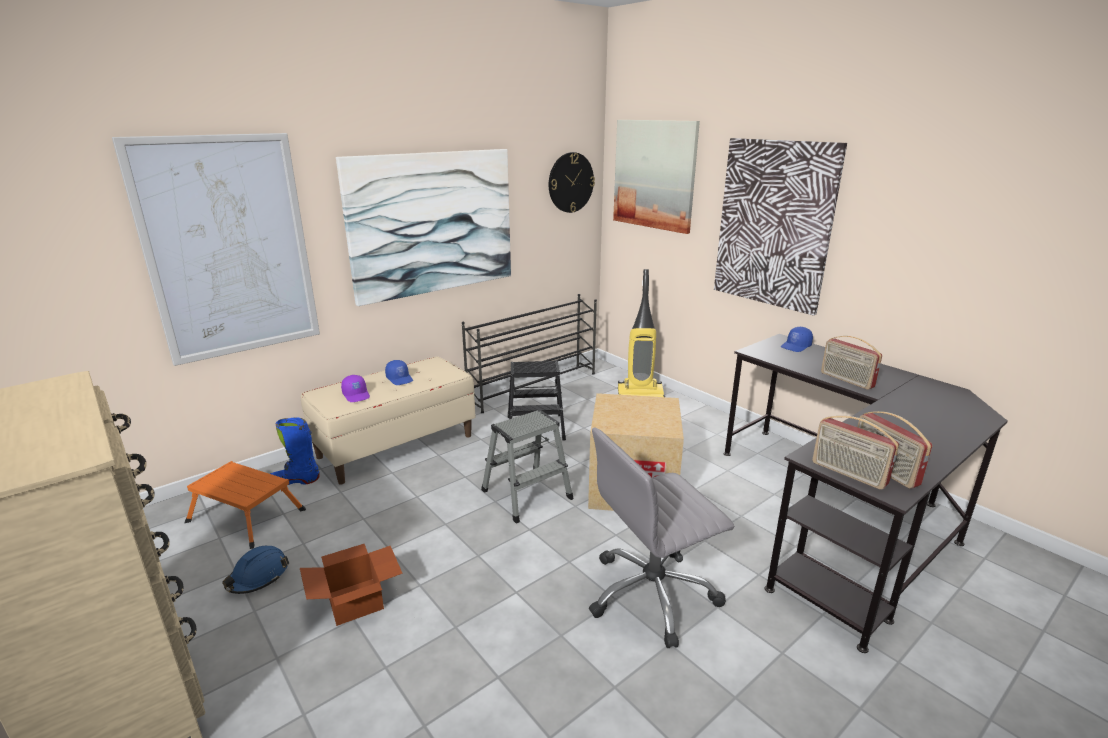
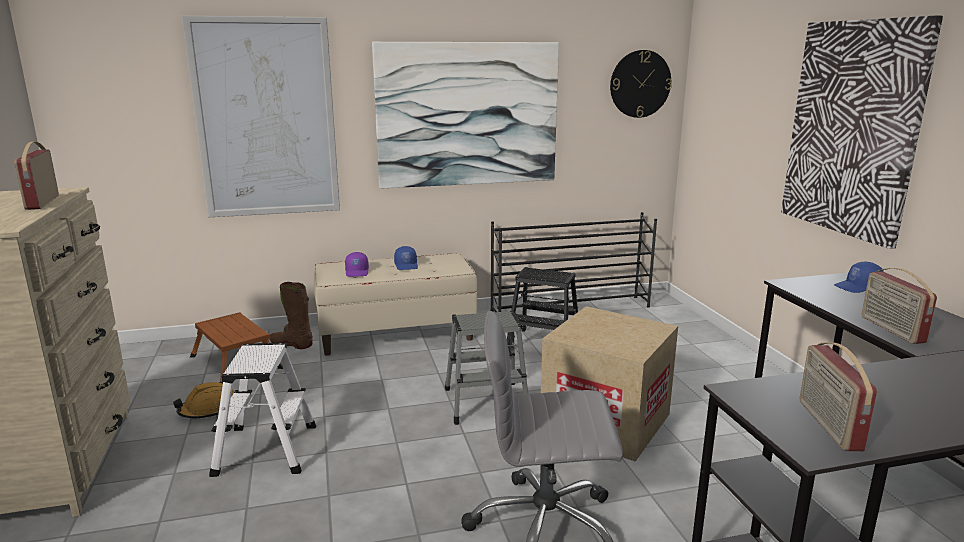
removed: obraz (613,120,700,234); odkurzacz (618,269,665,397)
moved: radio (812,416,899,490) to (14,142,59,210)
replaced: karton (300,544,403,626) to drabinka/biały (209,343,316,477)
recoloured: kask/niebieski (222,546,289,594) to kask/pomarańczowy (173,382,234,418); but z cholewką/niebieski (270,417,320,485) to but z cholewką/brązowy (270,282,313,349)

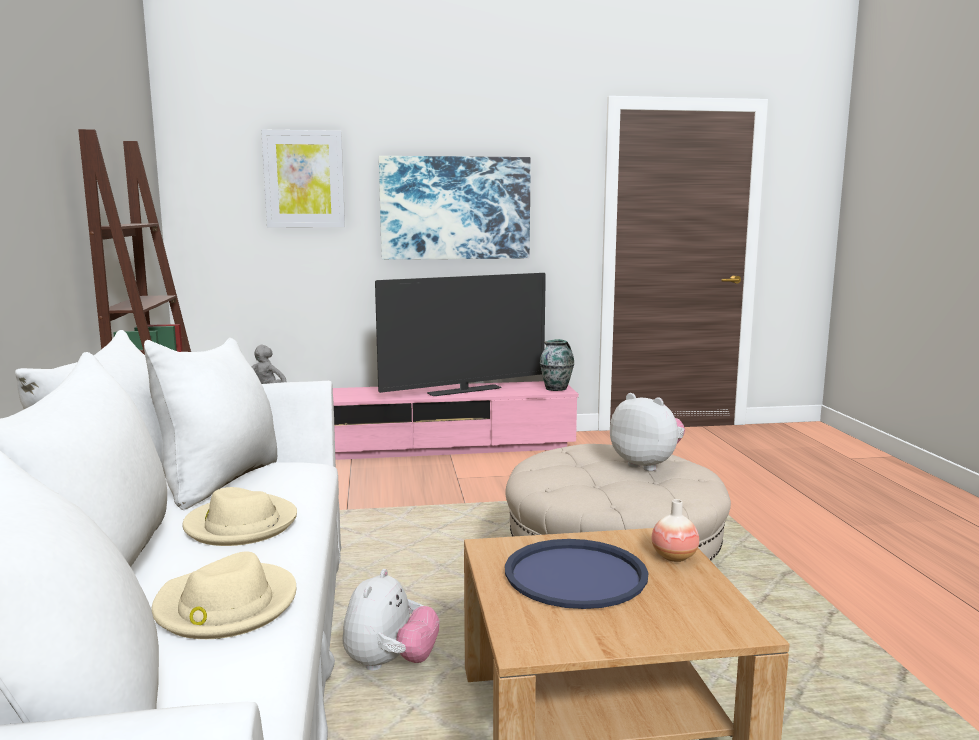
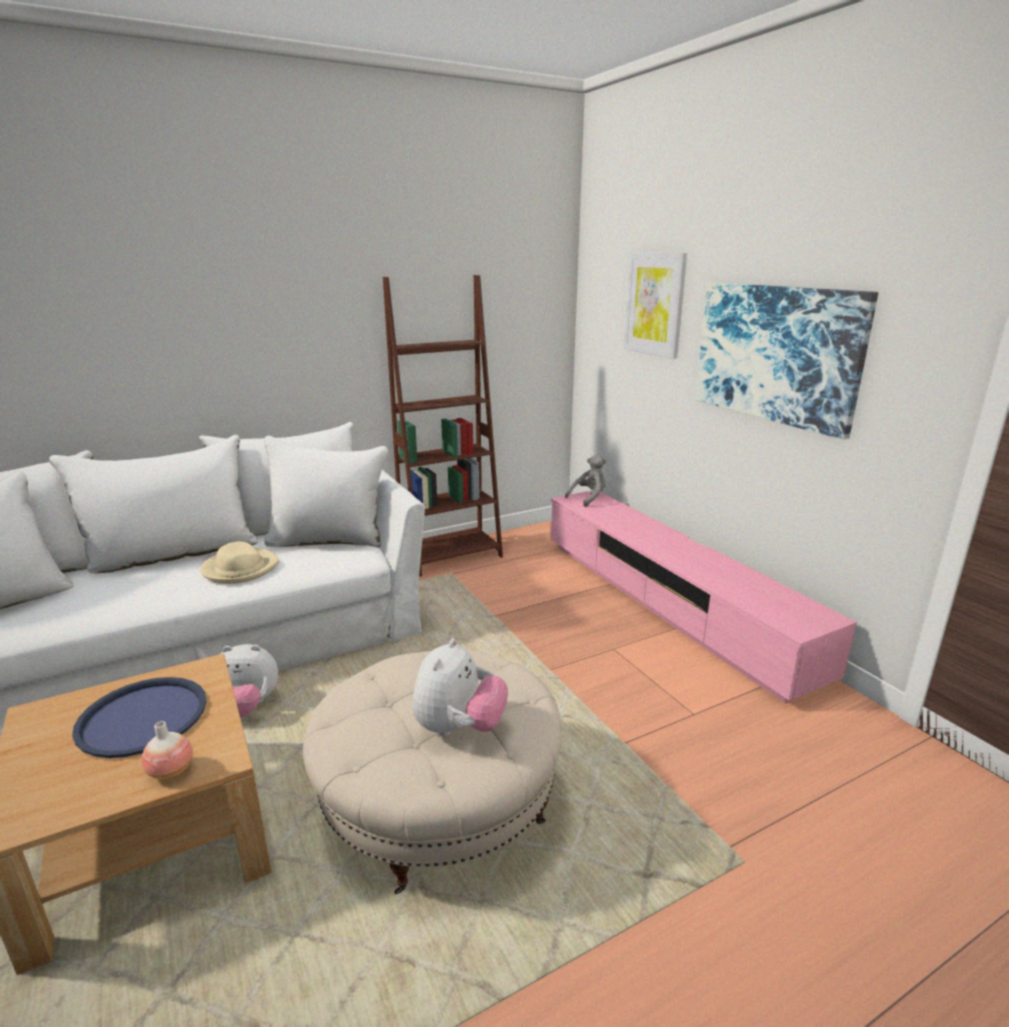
removed: kapelusz/beżowy (151,552,296,639); telewizor (375,273,546,396); wazon (540,339,574,391)

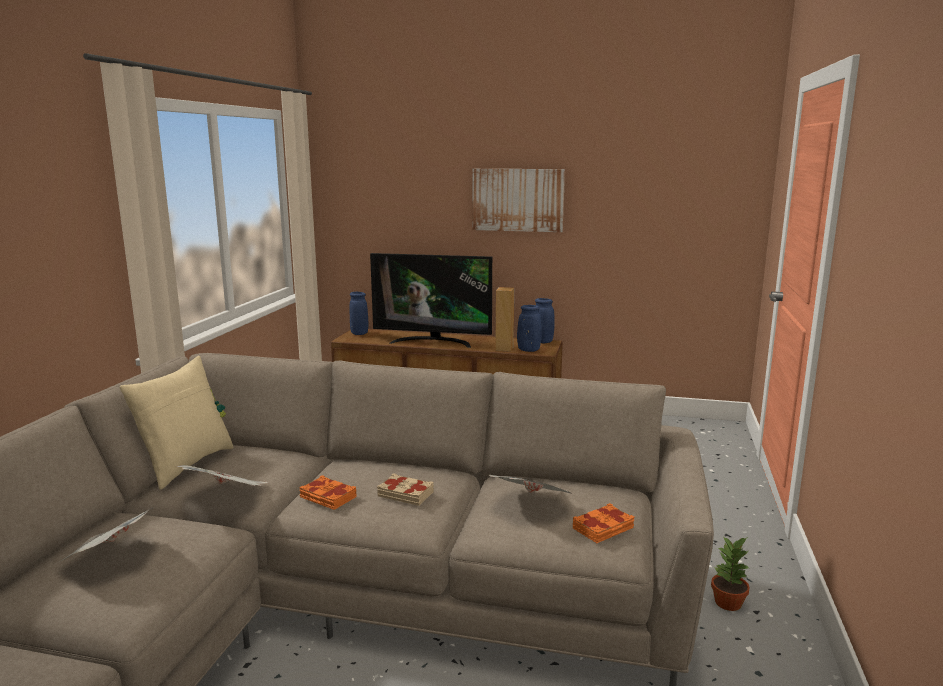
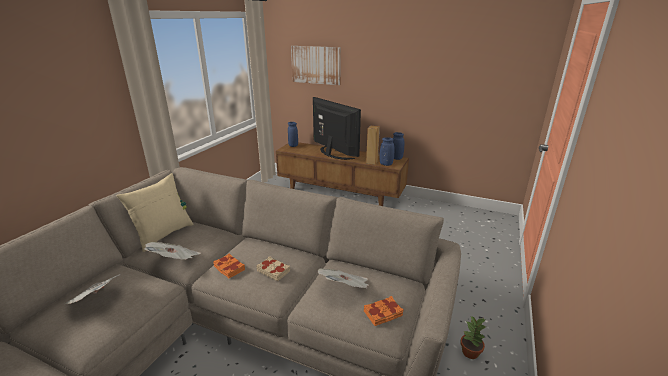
moved: obraz (473,169,565,232) to (291,46,341,85)
turned: telewizor (370,253,492,348) = (313,97,361,160) 150 degrees counterclockwise

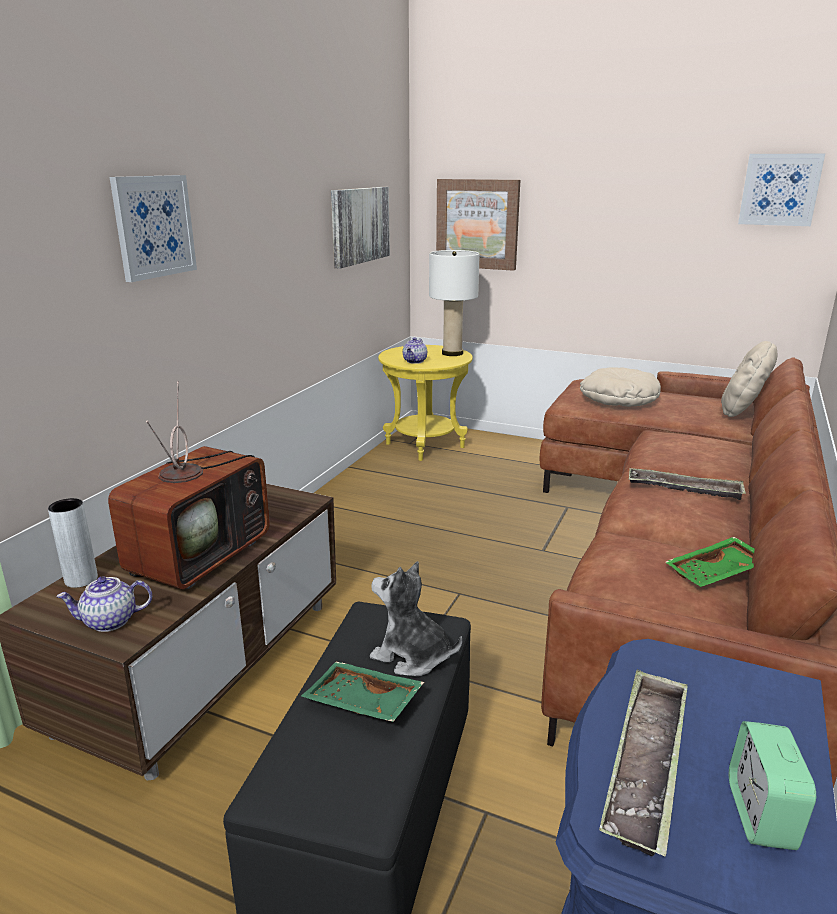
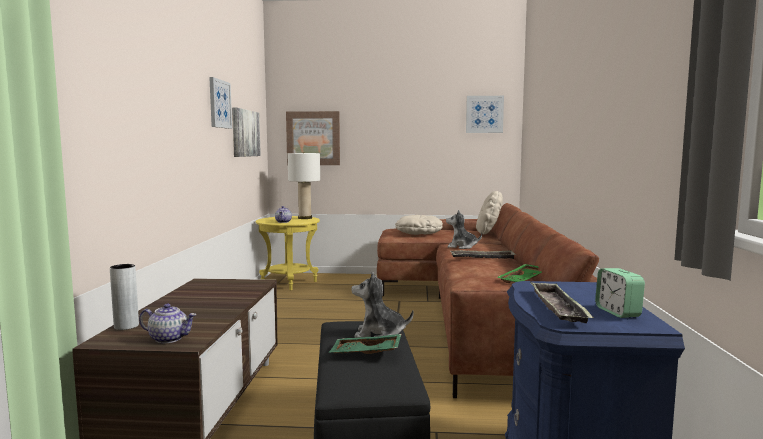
removed: telewizor (108,381,270,589)
added: pluszak (446,209,482,249)
moved: obraz (110,175,197,282) to (209,77,232,129)
turned: imbryk (56,577,152,632) = (139,303,196,343) 135 degrees counterclockwise

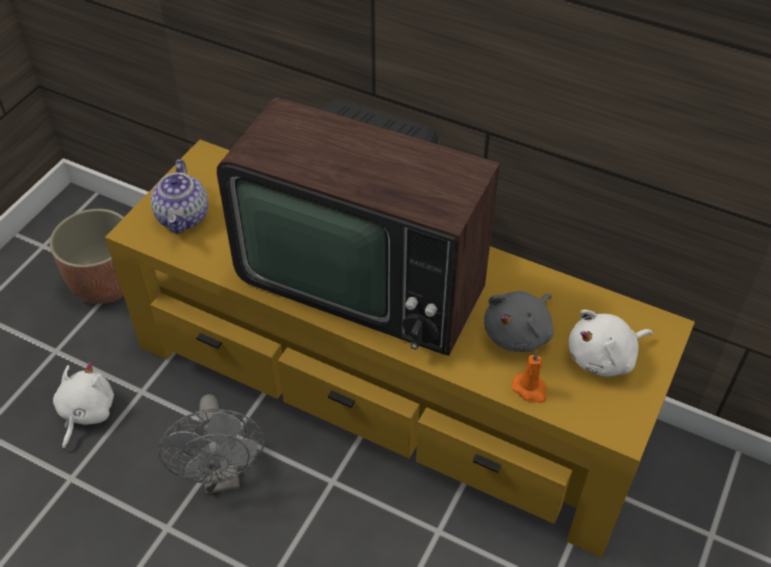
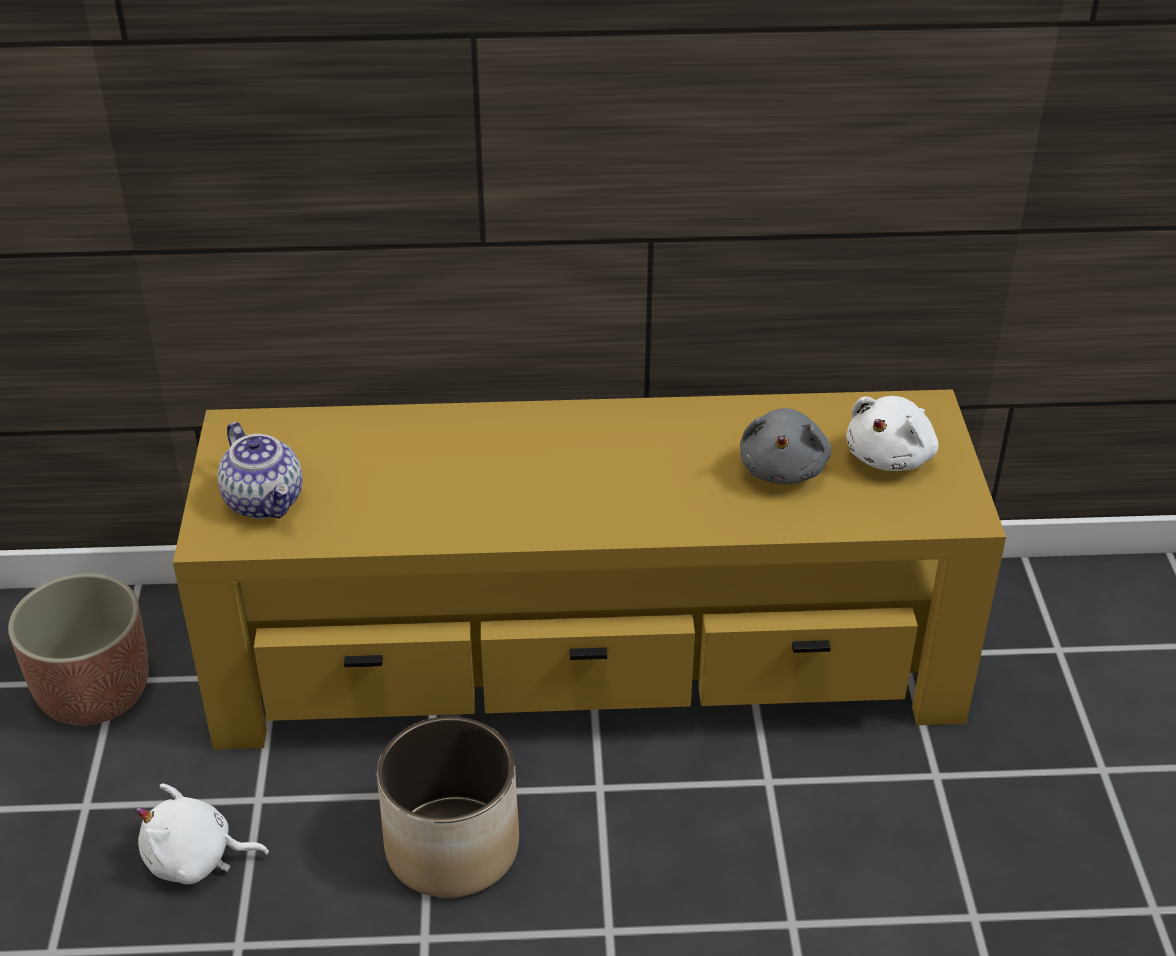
removed: telewizor (217,98,500,356); świeca/pomarańczowy (512,351,546,403)
replaced: wentylator/szary (159,394,265,494) to donica (377,716,519,898)
turned: pluszak/biały (53,362,114,450) = (136,784,269,884) 75 degrees counterclockwise

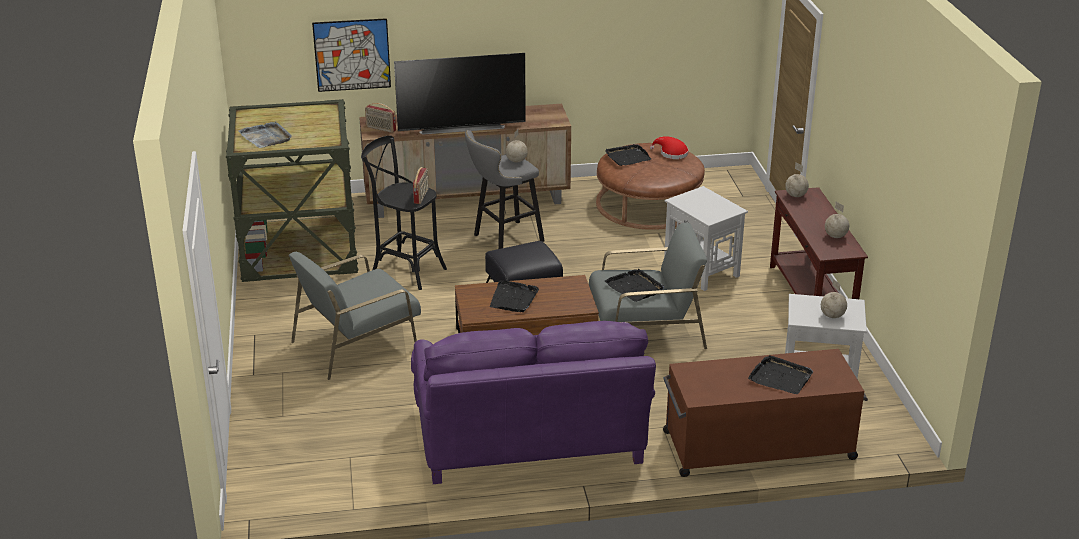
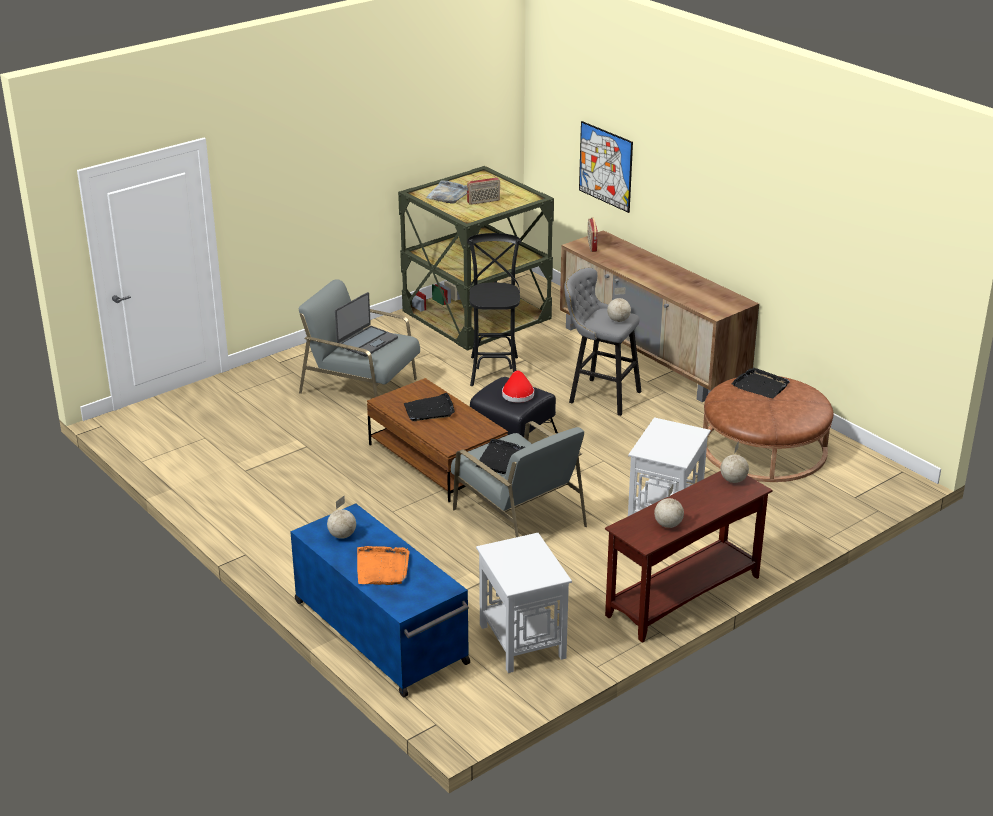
removed: telewizor (394,53,526,135); kanapa/fioletowy (411,321,656,484)
added: laptop (335,292,398,357)
moved: radio (413,167,429,204) to (467,175,500,205); kapelusz/czerwony (650,136,688,159) to (502,371,534,403); globus (821,279,847,318) to (327,496,356,539)
recoloured: szafka/brązowy (663,349,868,477) to szafka/niebieski (290,503,470,697); taca/czarny (748,355,813,394) to taca/pomarańczowy (357,546,410,585)

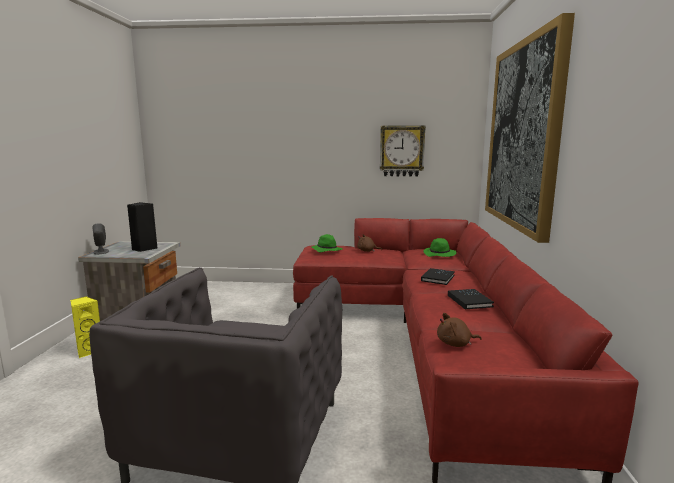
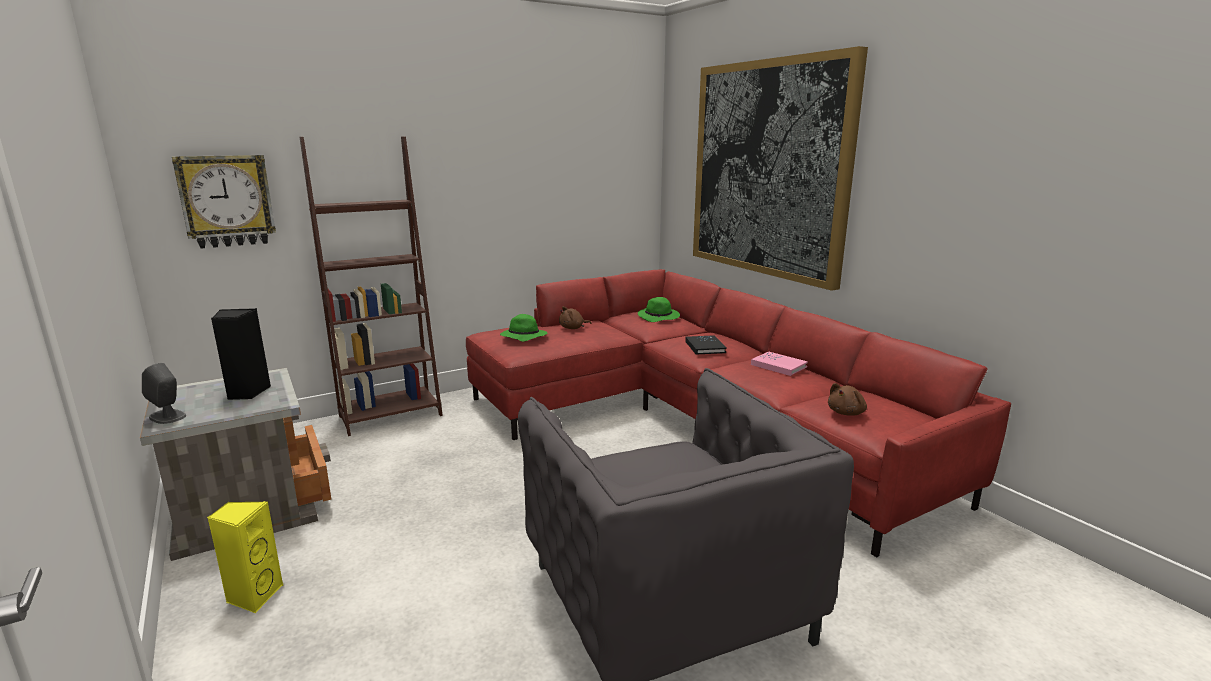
added: regał/brązowy (300,137,443,436)
moved: zegar ścienny (380,125,426,177) to (172,155,276,248)
recoloured: książka/czarny (448,289,494,309) to książka/różowy (751,352,808,376)

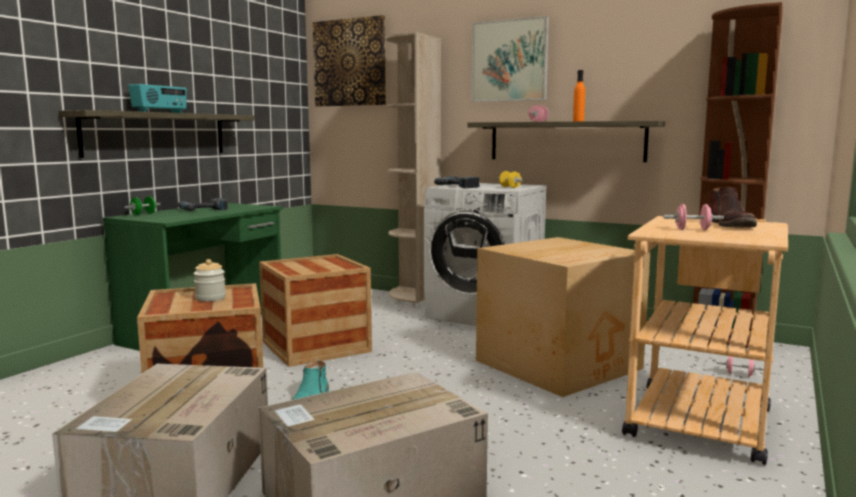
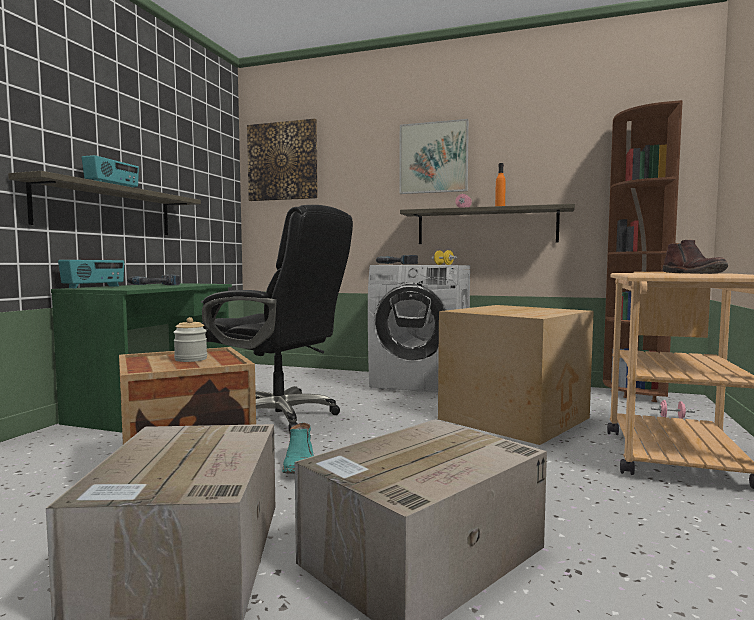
removed: regał/beżowy (386,32,441,308); hantel/różowy (663,204,724,231)
replaced: hantel/zielony (124,196,160,215) to radio (58,260,124,288); skrzynka (259,254,372,367) to krzesło biurowe/czarny (202,205,353,431)

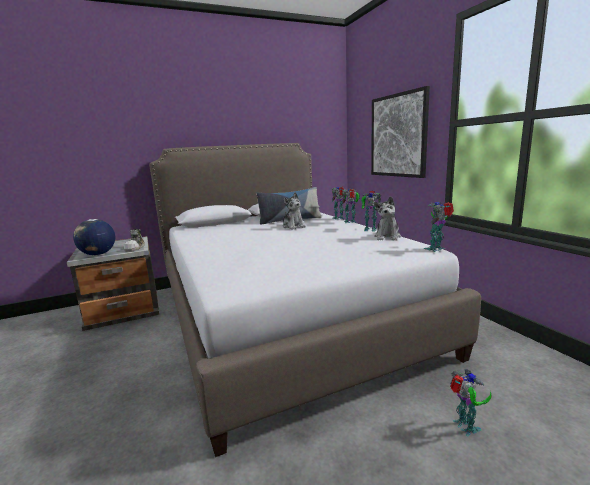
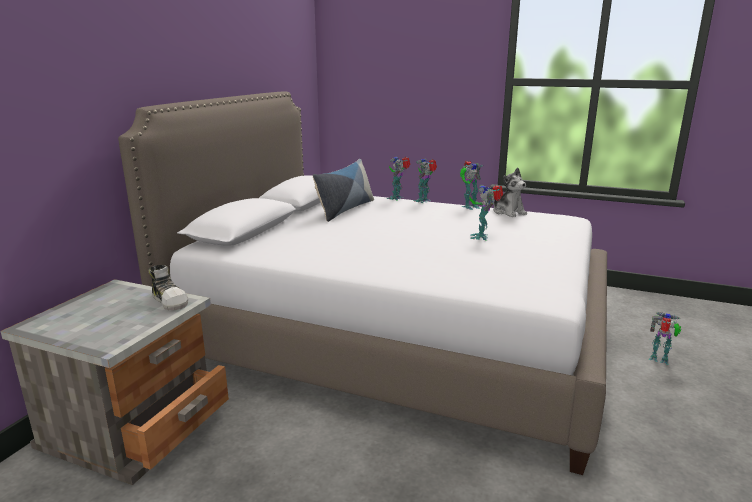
removed: globus (73,219,115,255); pluszak (283,192,306,230); obraz (371,86,430,178)
moved: robot zabawkowy (424,201,454,252) to (469,184,503,241)

